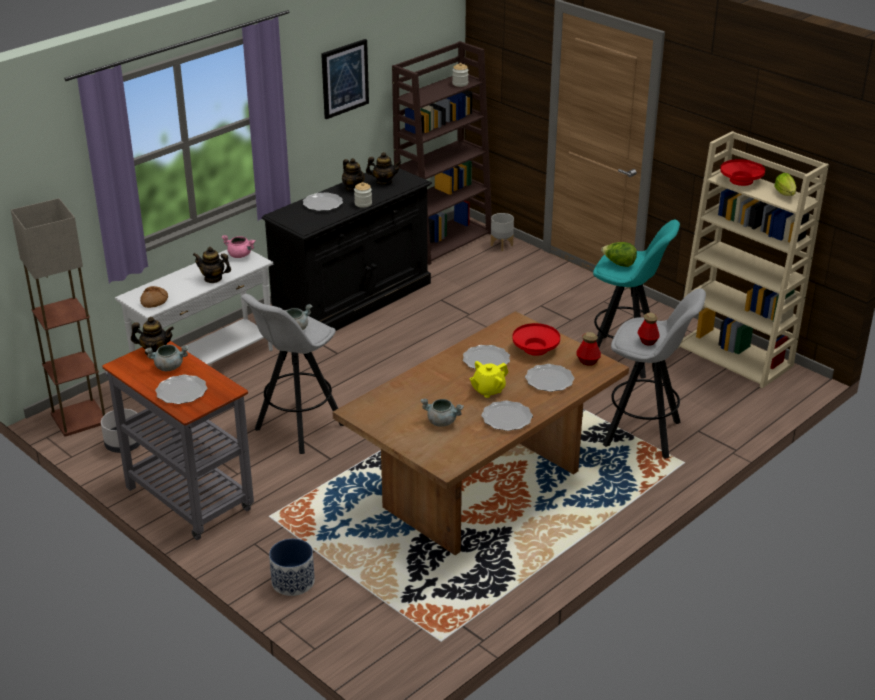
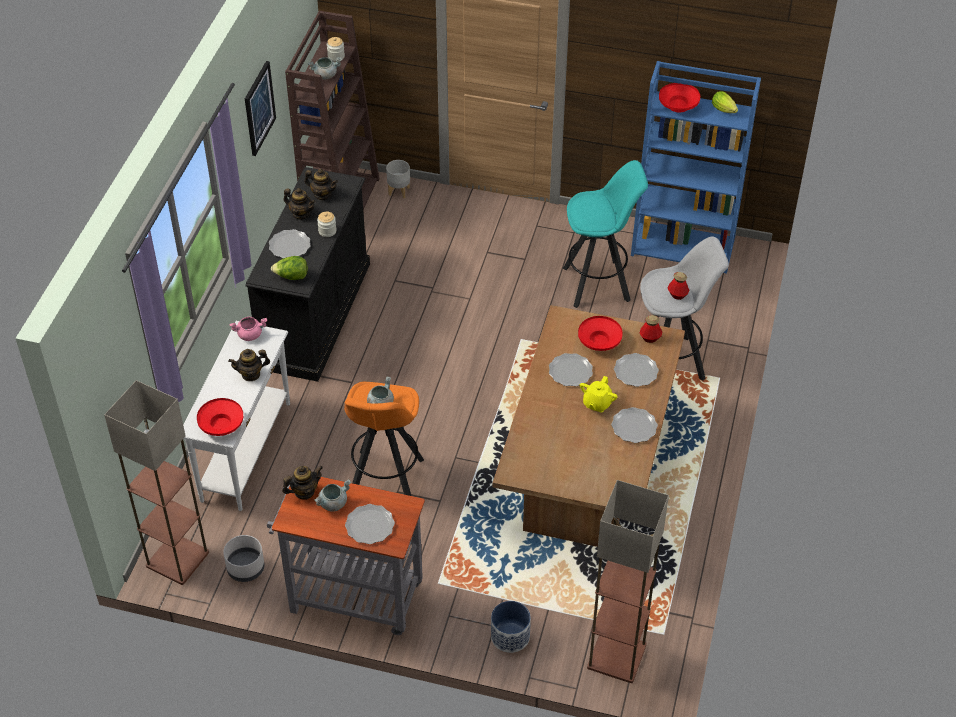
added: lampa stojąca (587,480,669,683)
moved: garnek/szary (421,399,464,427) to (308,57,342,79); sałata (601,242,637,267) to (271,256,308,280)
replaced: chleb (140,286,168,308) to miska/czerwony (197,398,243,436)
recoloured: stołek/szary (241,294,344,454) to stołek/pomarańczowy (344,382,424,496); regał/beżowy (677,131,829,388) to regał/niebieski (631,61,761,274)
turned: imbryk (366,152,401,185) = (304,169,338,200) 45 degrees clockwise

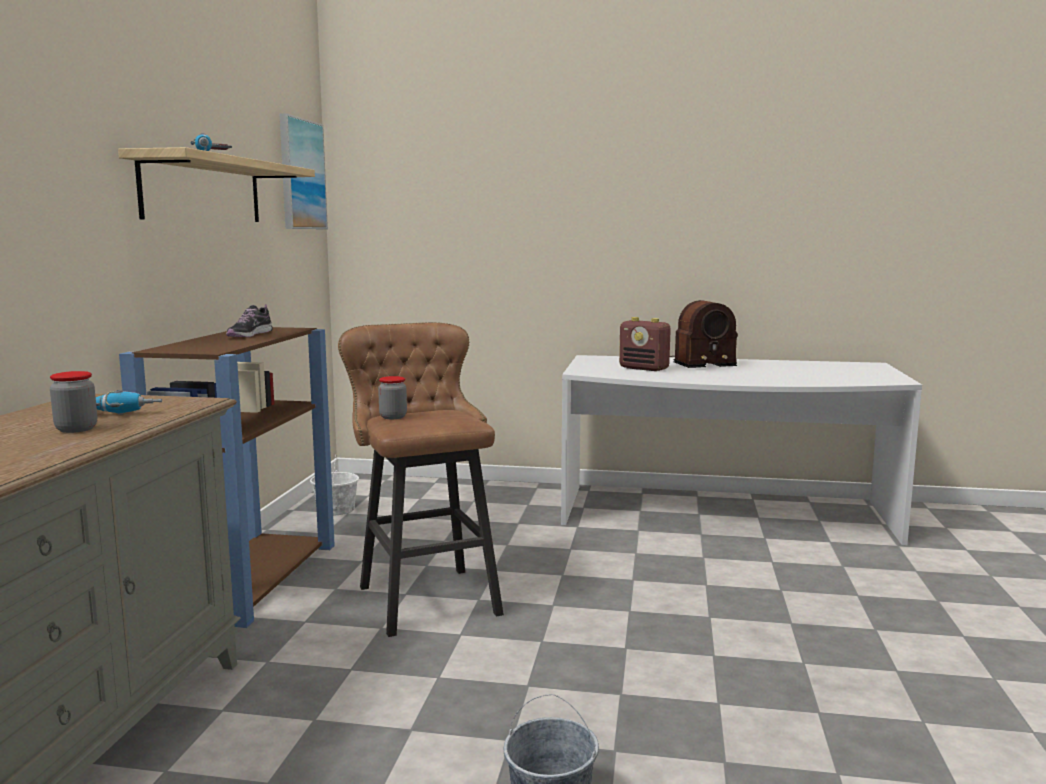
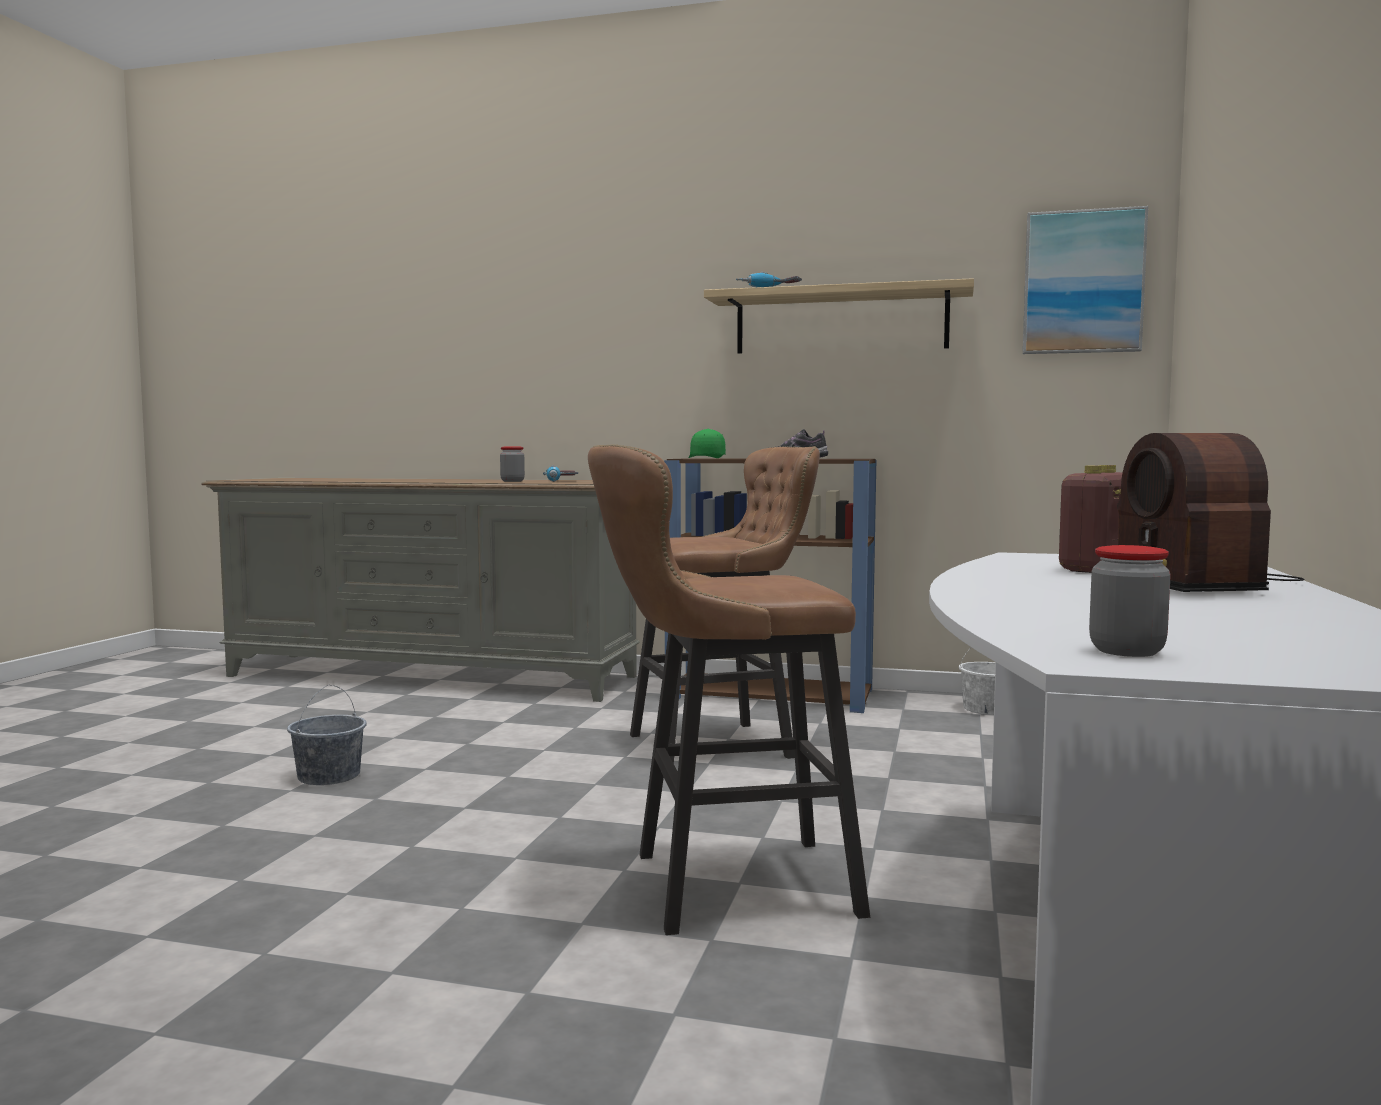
added: stołek/brązowy (588,444,870,935); czapka z daszkiem/zielony (688,429,726,458)
moved: słoik (378,376,407,419) to (1089,545,1171,657)

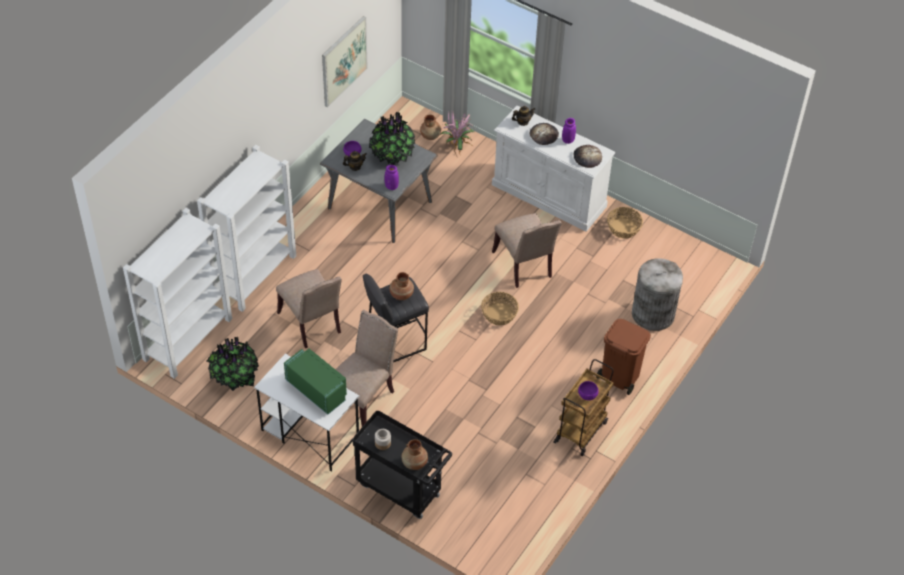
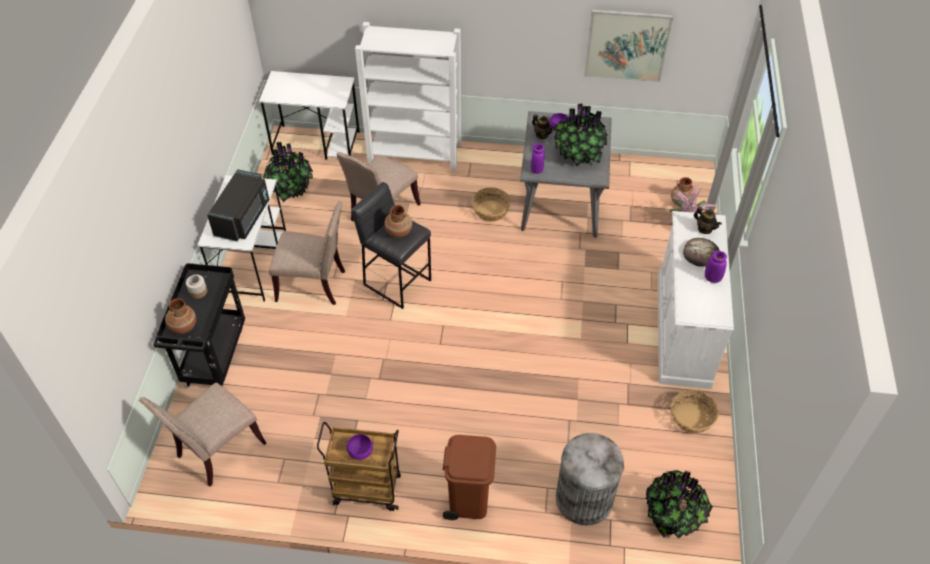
removed: chleb (574,145,602,168)
added: roślina doniczkowa (646,470,713,538)
moved: koszyk (481,292,519,325) to (472,187,511,222); krzesło/beżowy (492,213,561,288) to (139,383,266,487)
replaced: regał/biały (123,208,232,379) to biurko/biały (259,71,360,159)
recoloured: mikrofalówka/zielony (284,349,347,415) to mikrofalówka/czarny (207,169,269,242)

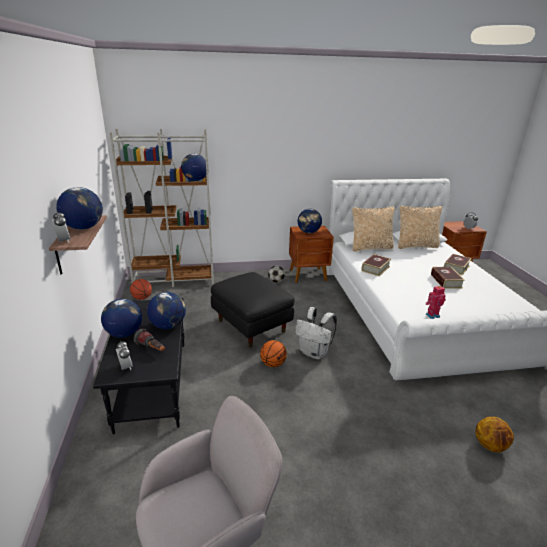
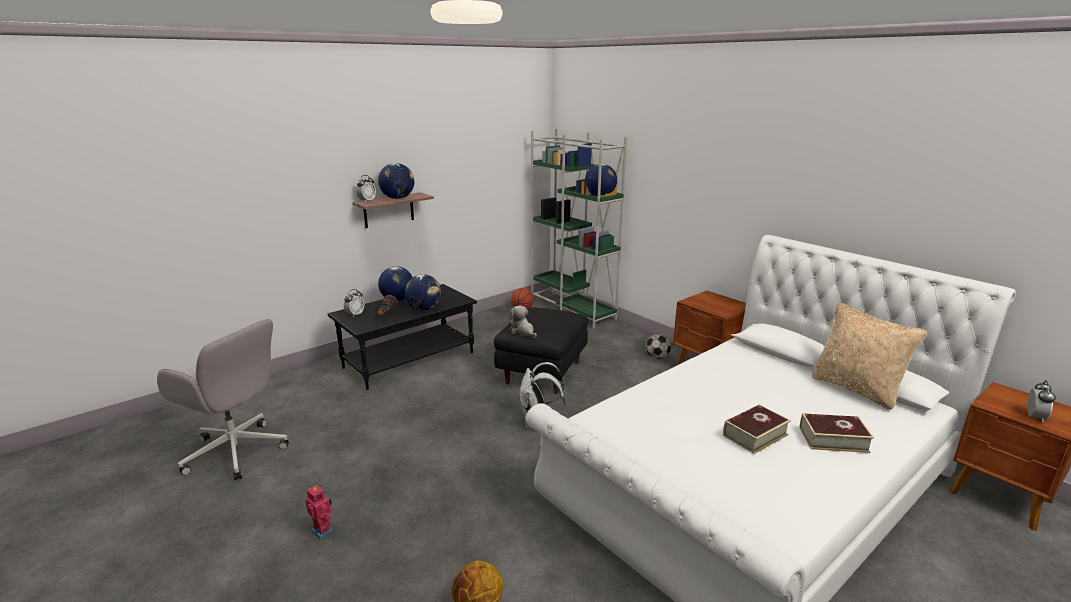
removed: piłka do koszykówki (260,340,287,367); globus (298,209,322,233); poduszka/beżowy (352,207,395,252); książka (362,254,391,276)
added: pluszak (508,306,537,338)
moved: robot zabawkowy (425,286,446,319) to (305,485,334,540)
recoloured: regał/brązowy (110,129,214,287) to regał/zielony (531,129,627,329)

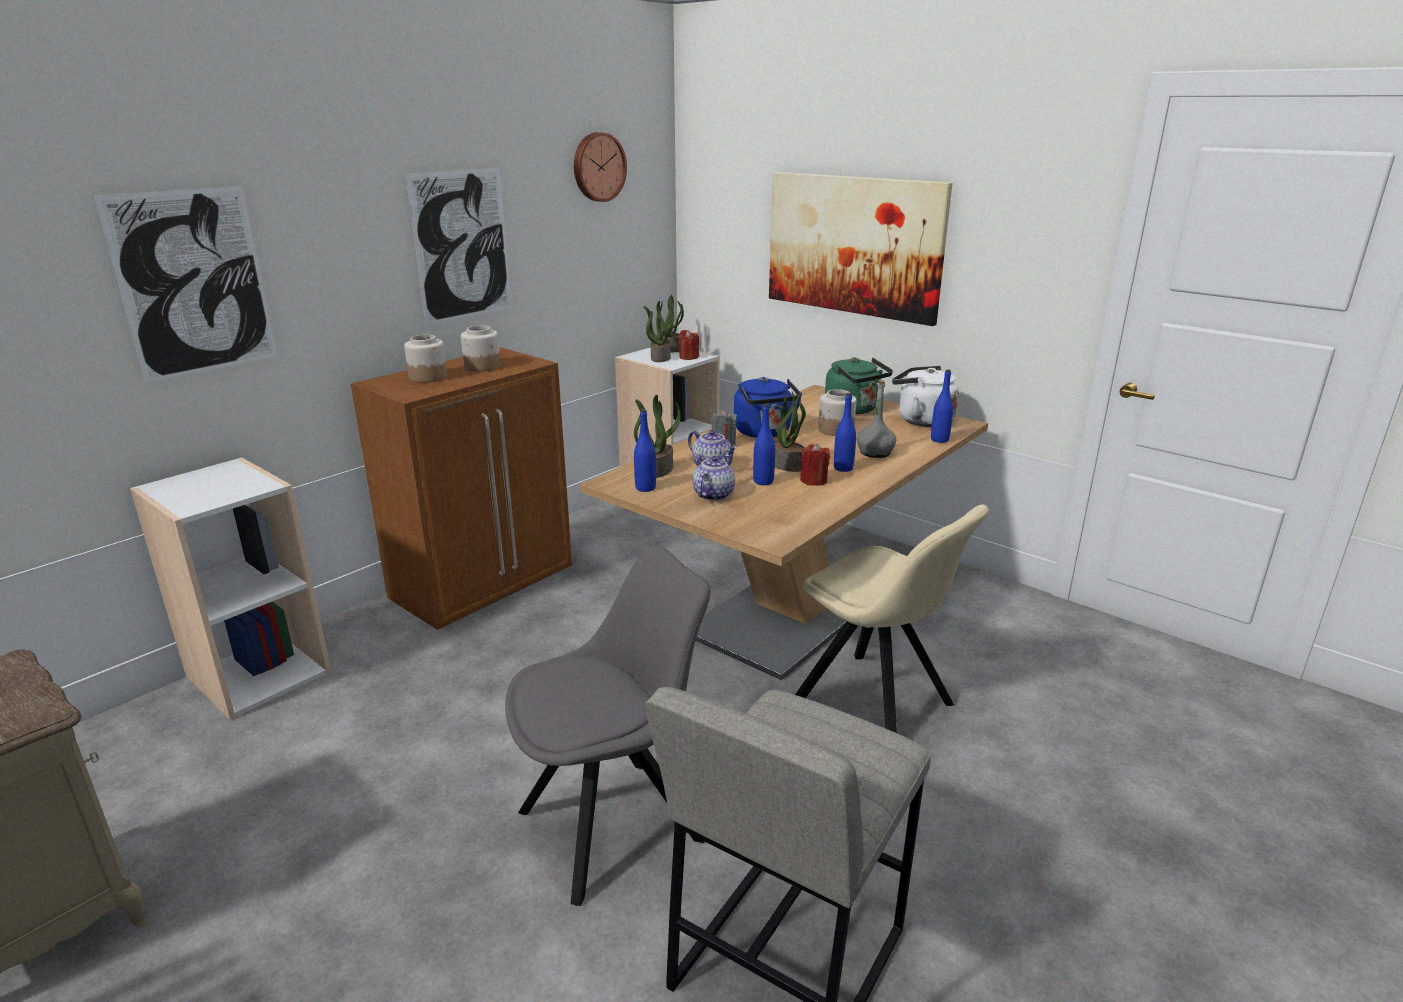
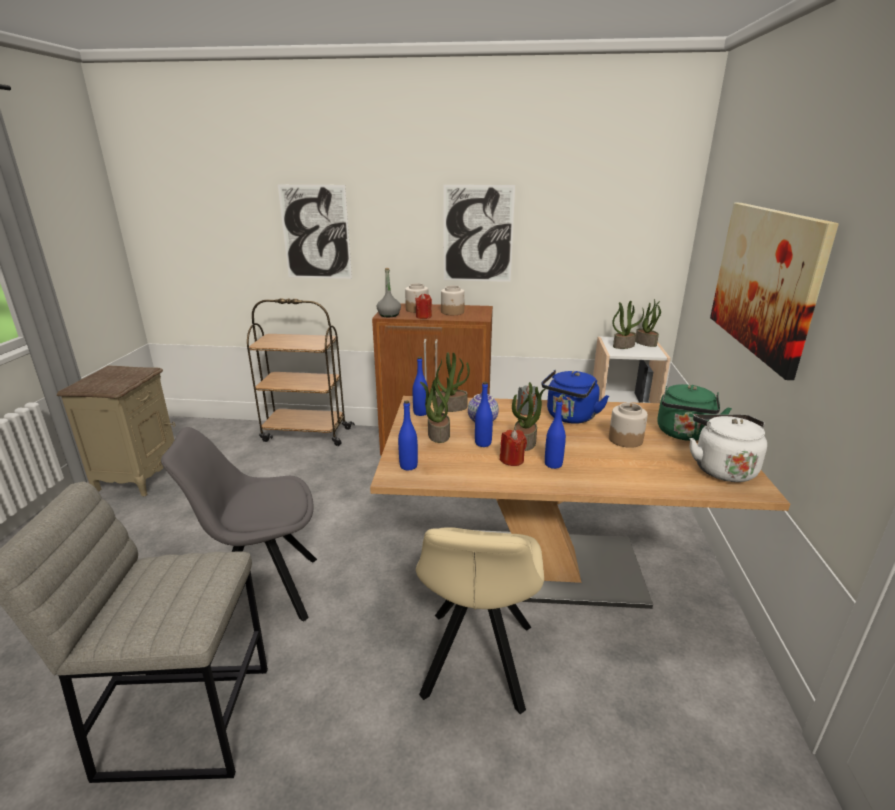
removed: zegar ścienny (574,132,627,202)
moved: świeca/czerwony (678,329,699,360) to (415,293,432,319); butelka/szary (856,380,896,458) to (377,268,401,317); butelka/niebieski (931,370,953,443) to (398,400,418,470)
replaced: regał (130,458,331,720) to wózek/brązowy (247,298,355,446); imbryk (693,455,735,501) to roślina doniczkowa (420,375,451,443)
turned: krzesło/szary (505,545,711,906) = (161,427,317,622) 150 degrees clockwise

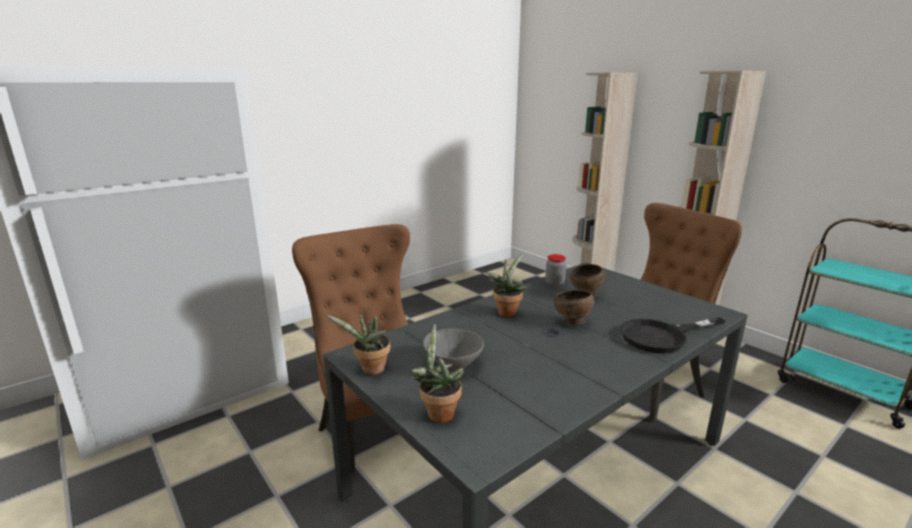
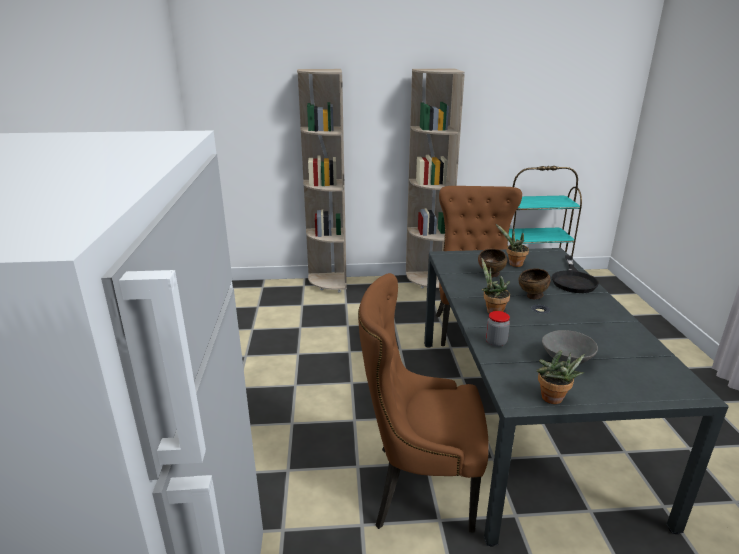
moved: roślina doniczkowa (409,324,464,423) to (496,224,529,267); słoik (545,254,566,286) to (486,311,510,347)

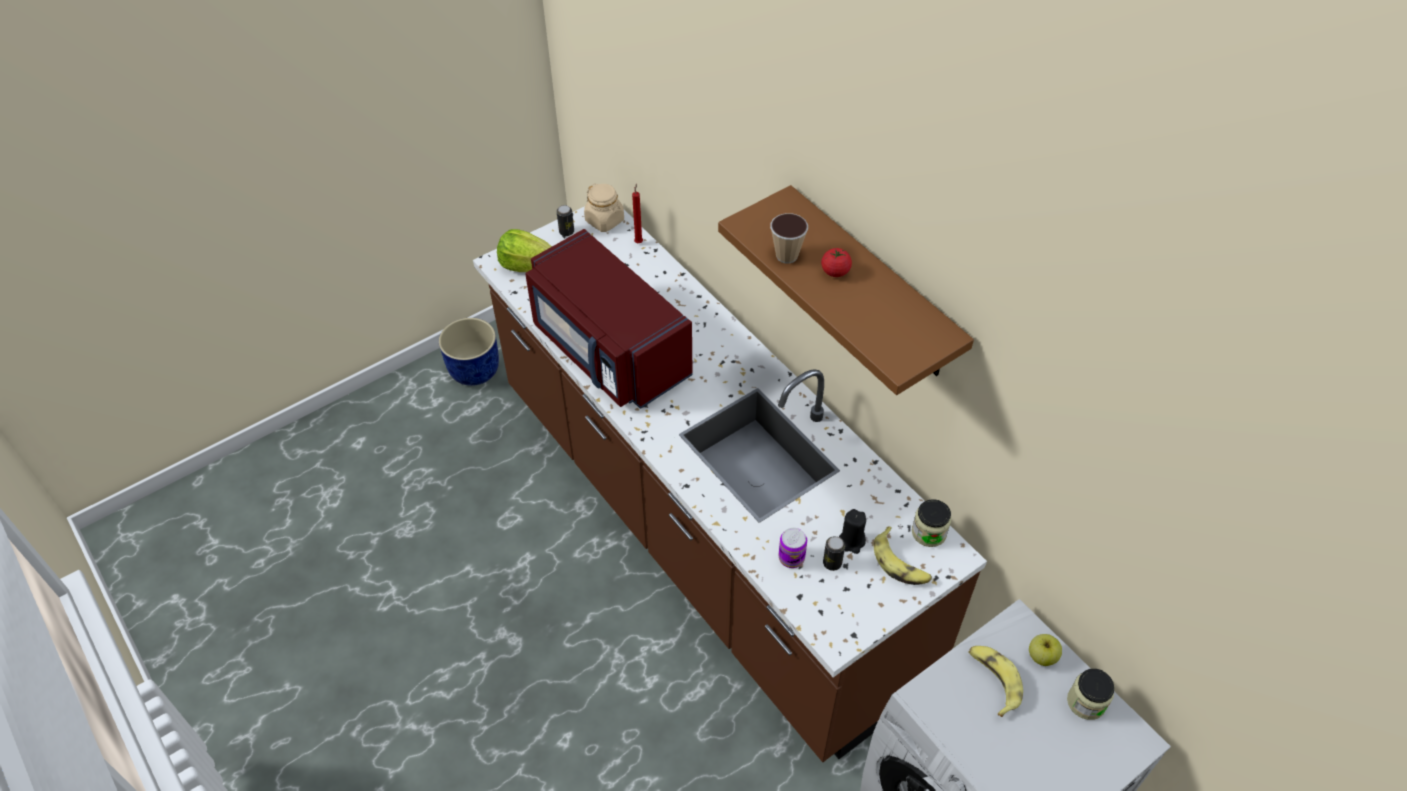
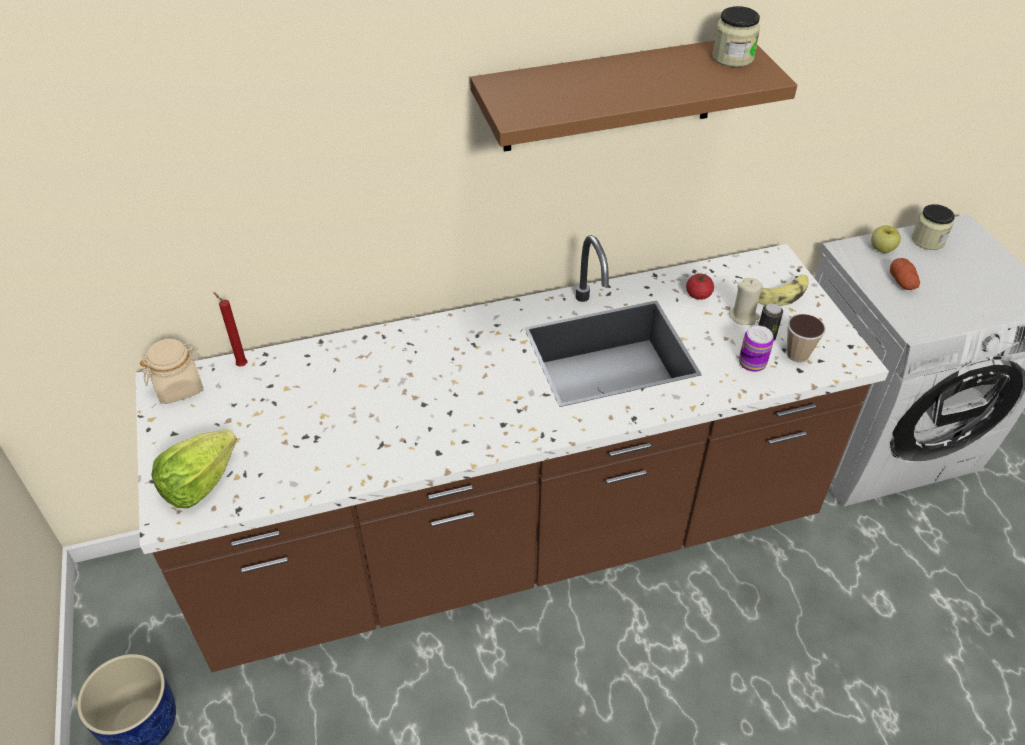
removed: mikrofalówka/czerwony (525,229,693,409); puszka (556,205,574,236)
moved: filiżanka (770,213,808,263) to (787,314,826,362); pomidor (821,248,852,277) to (686,274,714,300); słoik (912,499,951,547) to (712,6,760,67)
replaced: banan (968,646,1023,717) to ziemniak (890,258,920,290)
recoloured: świeca/czarny (839,509,866,554) to świeca/beżowy (729,278,763,325)

